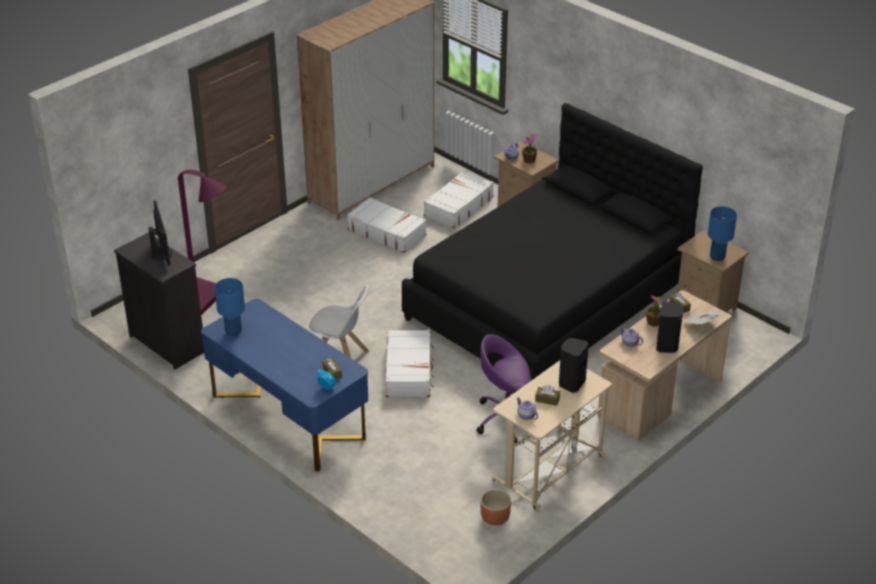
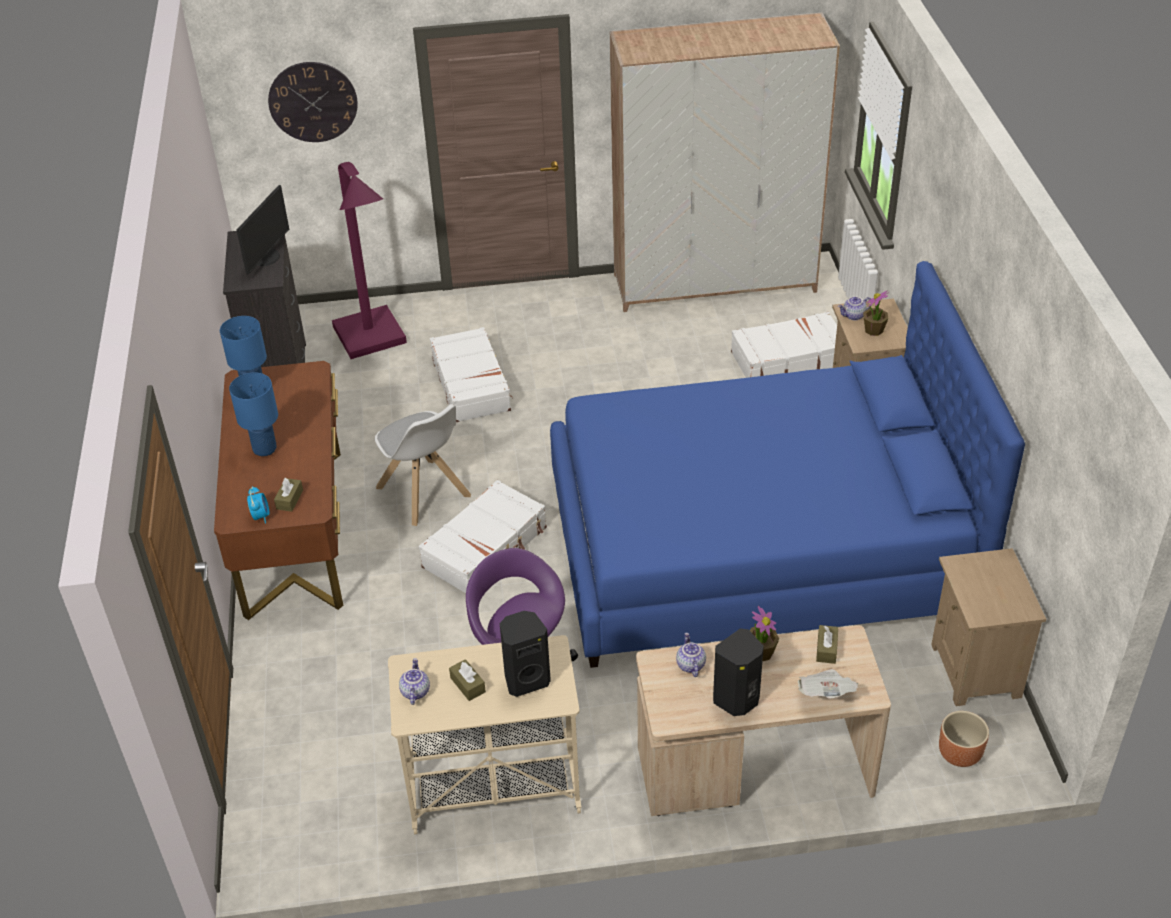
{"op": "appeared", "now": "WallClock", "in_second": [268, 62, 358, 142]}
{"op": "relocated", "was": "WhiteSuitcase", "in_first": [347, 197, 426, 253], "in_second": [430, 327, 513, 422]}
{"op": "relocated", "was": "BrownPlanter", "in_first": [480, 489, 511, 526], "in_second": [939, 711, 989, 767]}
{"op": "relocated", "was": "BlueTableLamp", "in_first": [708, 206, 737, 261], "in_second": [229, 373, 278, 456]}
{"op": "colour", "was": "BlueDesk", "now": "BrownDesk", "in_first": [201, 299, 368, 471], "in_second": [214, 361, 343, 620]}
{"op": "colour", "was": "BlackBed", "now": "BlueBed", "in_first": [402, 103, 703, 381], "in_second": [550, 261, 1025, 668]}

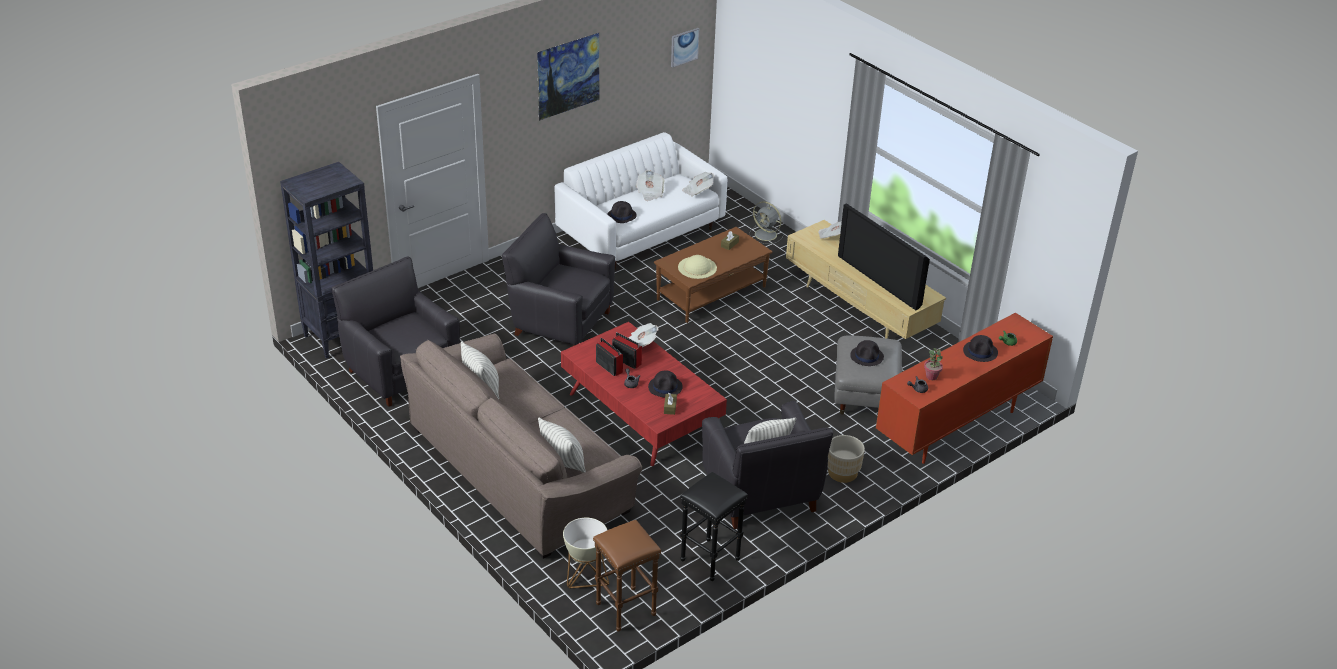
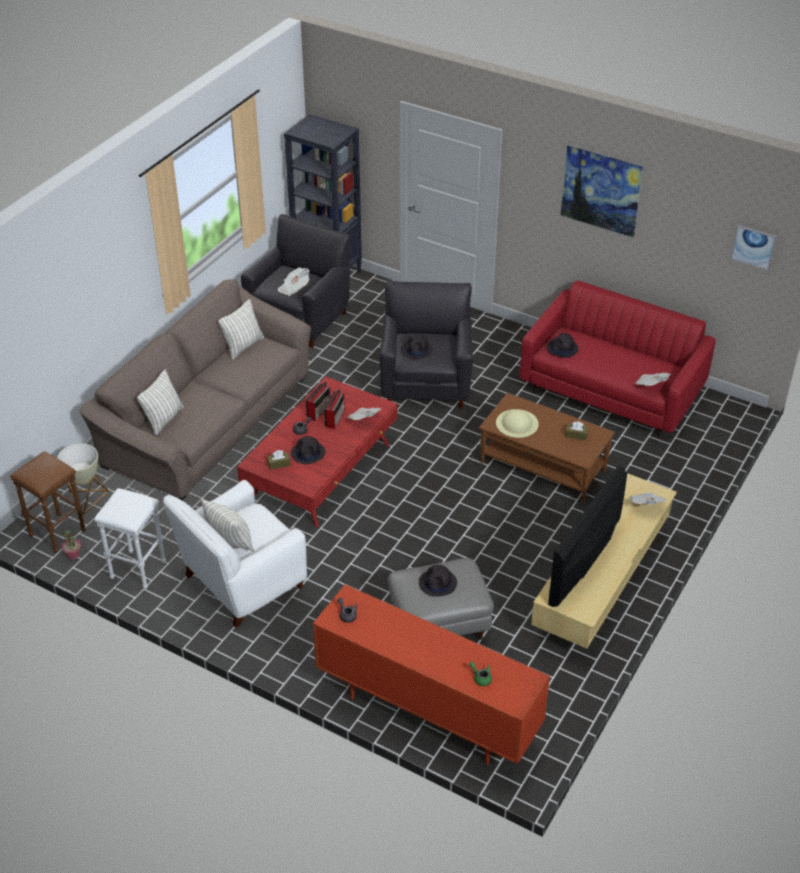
{"op": "missing", "was": "GreyFan", "in_first": [749, 201, 783, 244]}
{"op": "missing", "was": "BeigePlanter", "in_first": [828, 435, 865, 483]}
{"op": "relocated", "was": "Newspaper", "in_first": [636, 170, 665, 201], "in_second": [278, 267, 310, 296]}
{"op": "relocated", "was": "PottedPlant", "in_first": [924, 348, 943, 380], "in_second": [61, 529, 81, 560]}
{"op": "relocated", "was": "BlackHat", "in_first": [963, 335, 998, 362], "in_second": [401, 334, 433, 359]}
{"op": "colour", "was": "WhiteSofa", "now": "RedSofa", "in_first": [555, 132, 727, 270], "in_second": [520, 280, 716, 437]}
{"op": "colour", "was": "BlackStool", "now": "WhiteStool", "in_first": [680, 472, 748, 581], "in_second": [94, 488, 166, 589]}
{"op": "colour", "was": "BlackArmchair", "now": "WhiteArmchair", "in_first": [702, 401, 833, 529], "in_second": [163, 480, 307, 628]}

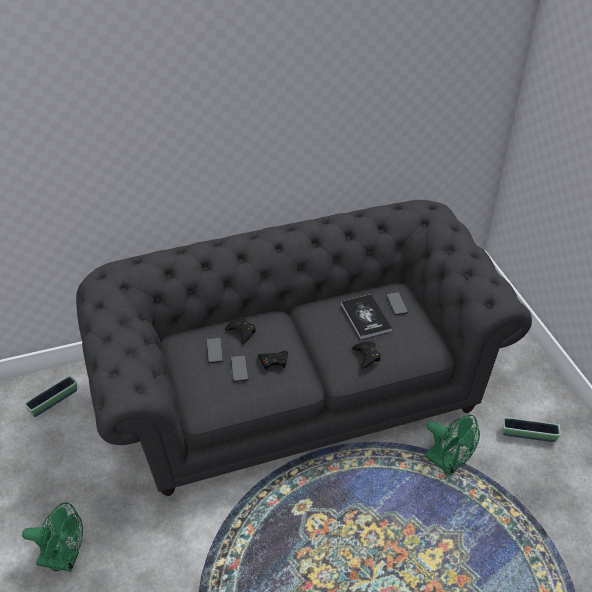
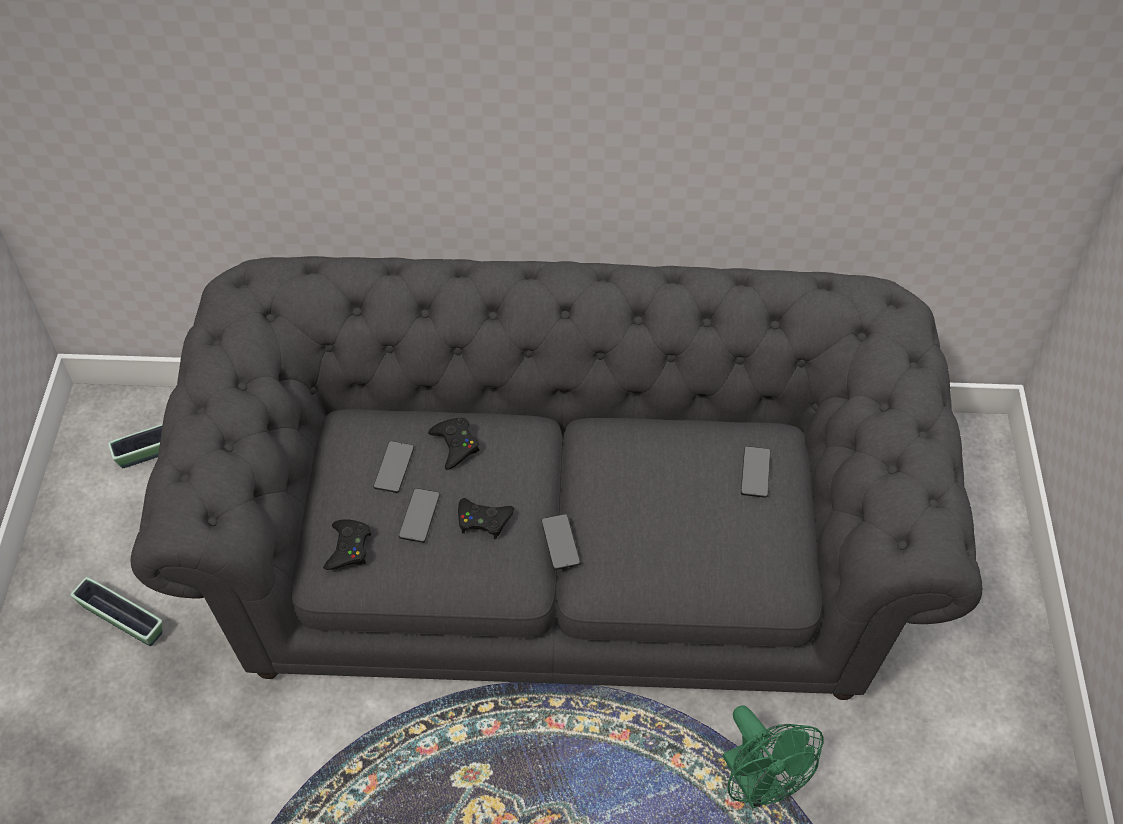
{"op": "missing", "was": "GreenFan", "in_first": [22, 502, 83, 572]}
{"op": "missing", "was": "Book", "in_first": [341, 294, 392, 339]}
{"op": "appeared", "now": "Phone", "in_second": [541, 514, 580, 570]}
{"op": "relocated", "was": "BlackGameController", "in_first": [352, 341, 381, 369], "in_second": [323, 519, 371, 570]}
{"op": "relocated", "was": "Planter", "in_first": [503, 417, 561, 442], "in_second": [70, 577, 163, 646]}

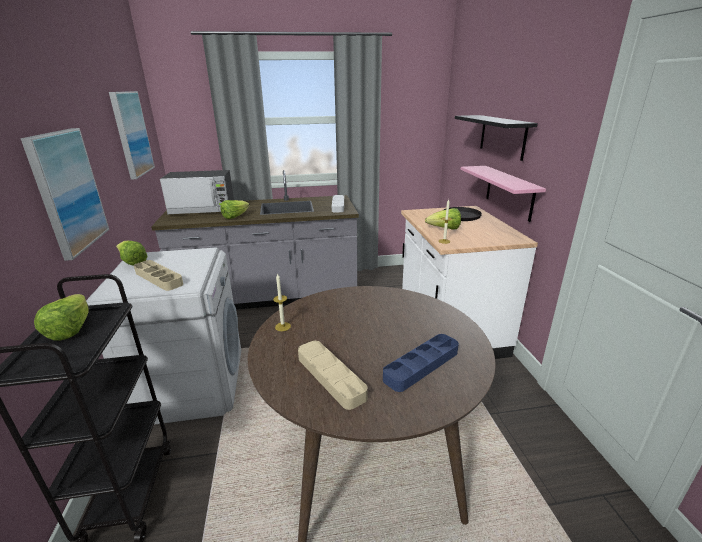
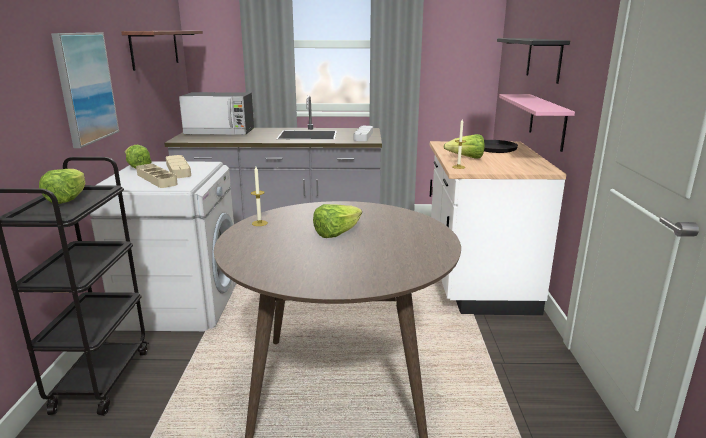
{"op": "missing", "was": "BlueTray", "in_first": [383, 334, 459, 392]}
{"op": "relocated", "was": "Lettuce", "in_first": [220, 200, 249, 219], "in_second": [313, 204, 362, 238]}
{"op": "relocated", "was": "BeigeTray", "in_first": [298, 341, 368, 410], "in_second": [166, 155, 191, 178]}
{"op": "exchanged", "was": "Picture", "now": "Shelf", "in_first": [109, 91, 155, 180], "in_second": [121, 31, 203, 71]}

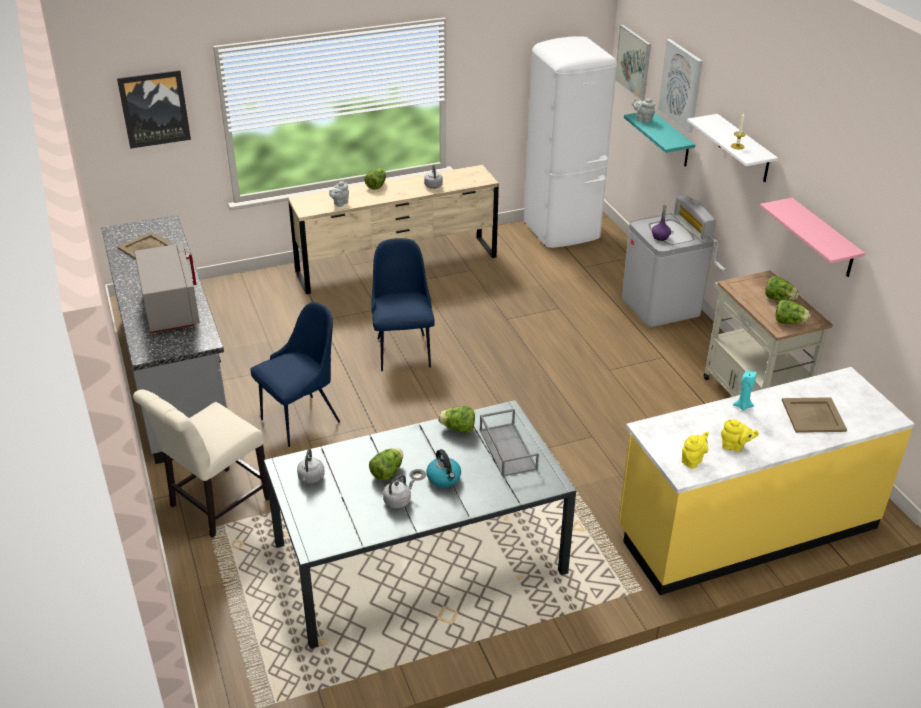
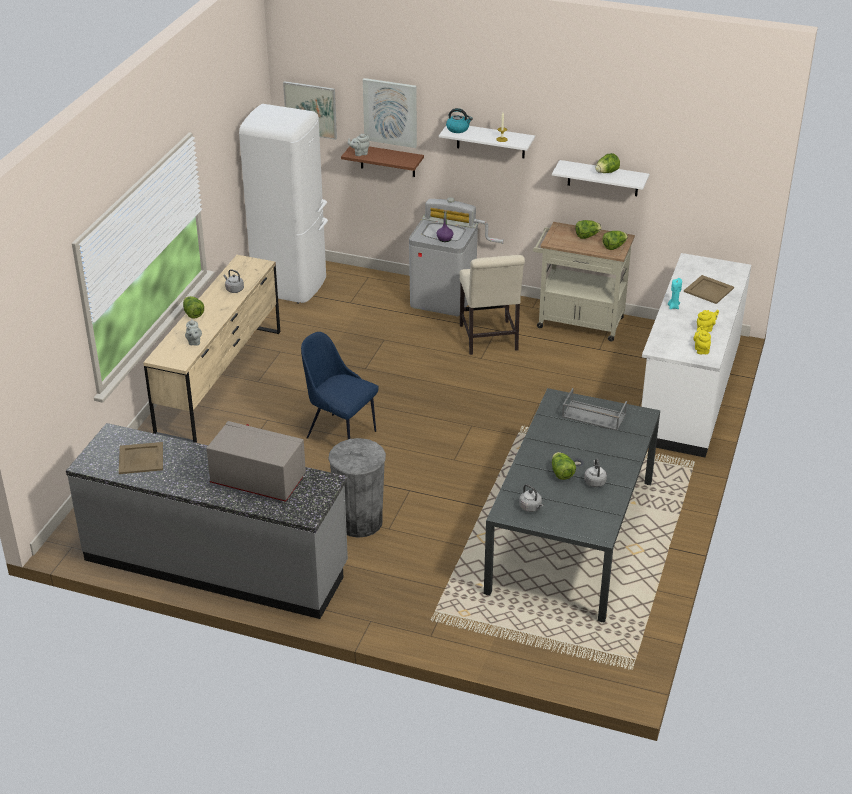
{"op": "missing", "was": "Picture", "in_first": [117, 70, 191, 149]}
{"op": "relocated", "was": "BeigeChair", "in_first": [133, 389, 269, 538], "in_second": [460, 255, 525, 355]}
{"op": "relocated", "was": "Kettle", "in_first": [426, 449, 461, 487], "in_second": [446, 108, 473, 133]}
{"op": "relocated", "was": "Lettuce", "in_first": [438, 406, 475, 433], "in_second": [595, 153, 620, 173]}
{"op": "exchanged", "was": "BlueChair", "now": "GreyTrashCan", "in_first": [250, 302, 340, 447], "in_second": [328, 438, 386, 538]}
{"op": "colour", "was": "YellowCounter", "now": "WhiteCounter", "in_first": [618, 367, 915, 595], "in_second": [641, 253, 751, 457]}
{"op": "colour", "was": "TurquoiseShelf", "now": "BrownShelf", "in_first": [624, 113, 696, 166], "in_second": [341, 146, 424, 177]}
{"op": "colour", "was": "PinkShelf", "now": "WhiteShelf", "in_first": [760, 198, 865, 277], "in_second": [552, 160, 649, 196]}

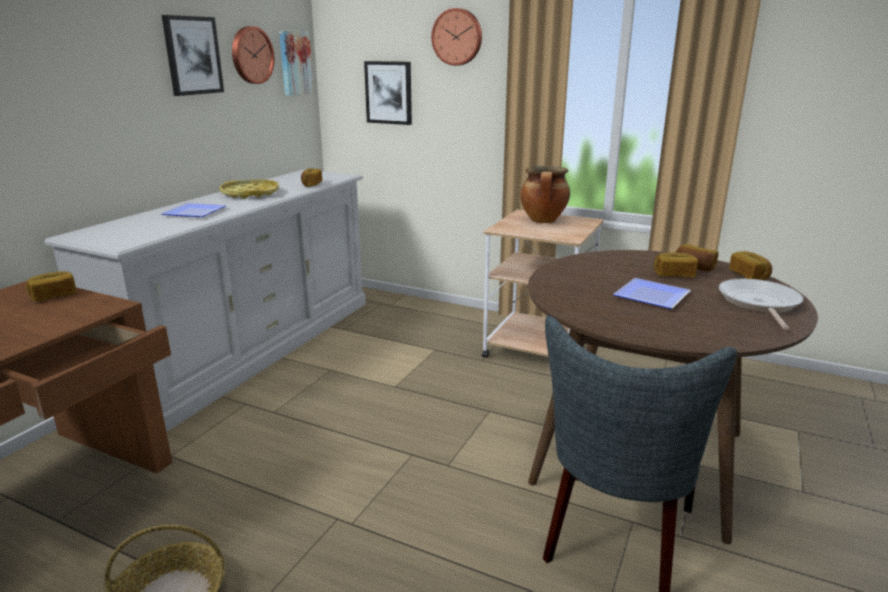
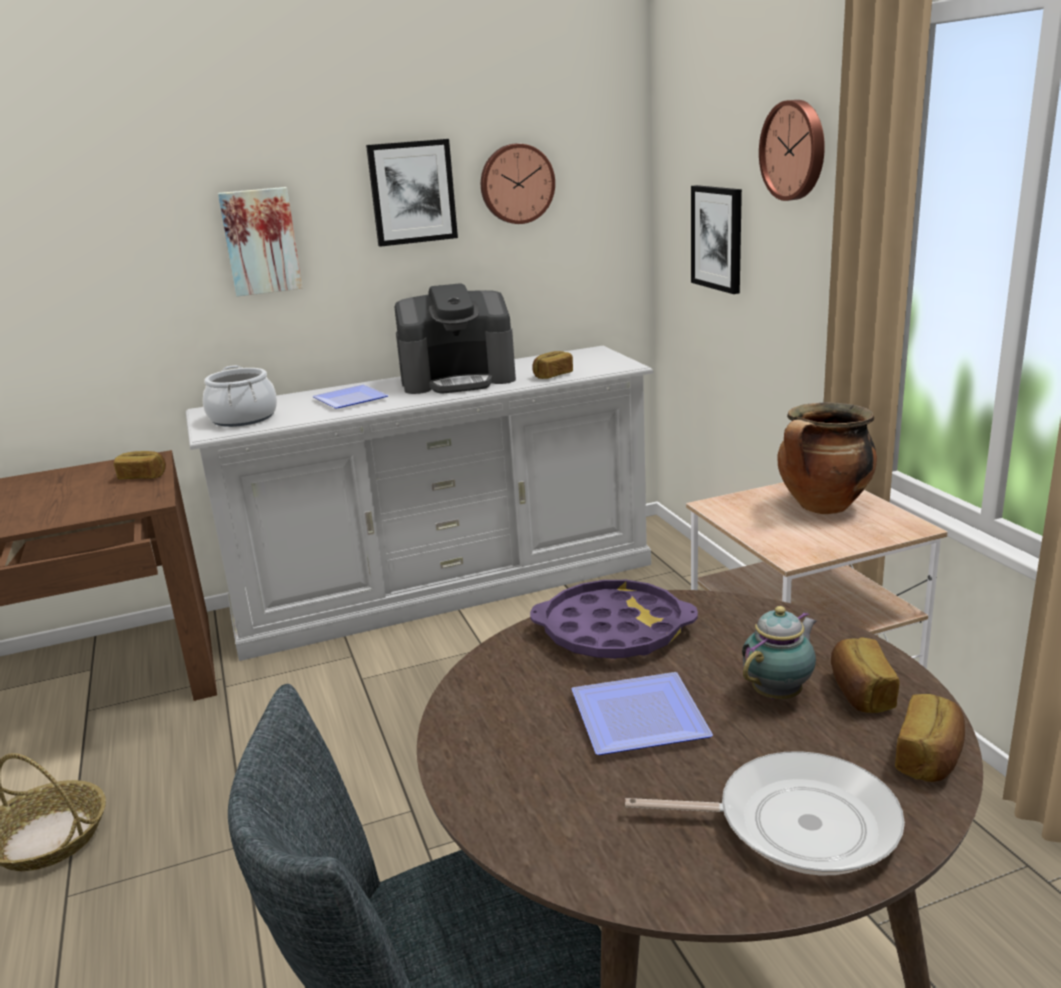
{"op": "appeared", "now": "CookingPot", "in_second": [203, 365, 277, 427]}
{"op": "appeared", "now": "PurpleTray", "in_second": [530, 580, 698, 659]}
{"op": "relocated", "was": "Picture", "in_first": [279, 31, 314, 96], "in_second": [218, 187, 302, 296]}
{"op": "exchanged", "was": "YellowTray", "now": "CoffeeMachine", "in_first": [220, 179, 279, 199], "in_second": [394, 283, 516, 394]}
{"op": "exchanged", "was": "Bread", "now": "Teapot", "in_first": [654, 253, 698, 277], "in_second": [742, 606, 816, 699]}
{"op": "spun", "was": "FryingPan", "in_first": [719, 279, 803, 330], "in_second": [625, 751, 905, 875], "clockwise": 45}

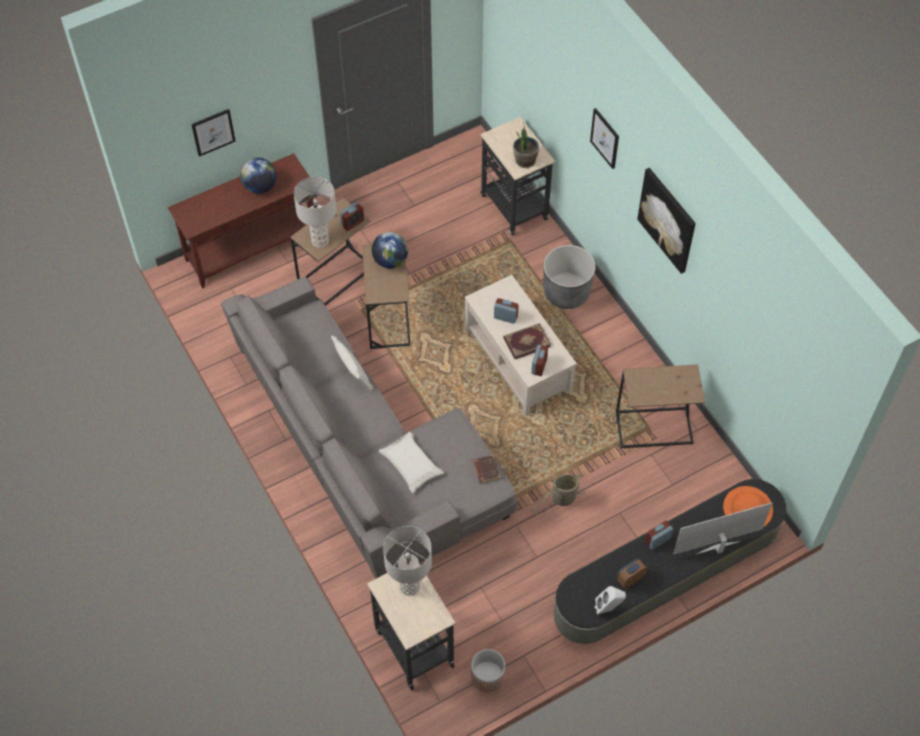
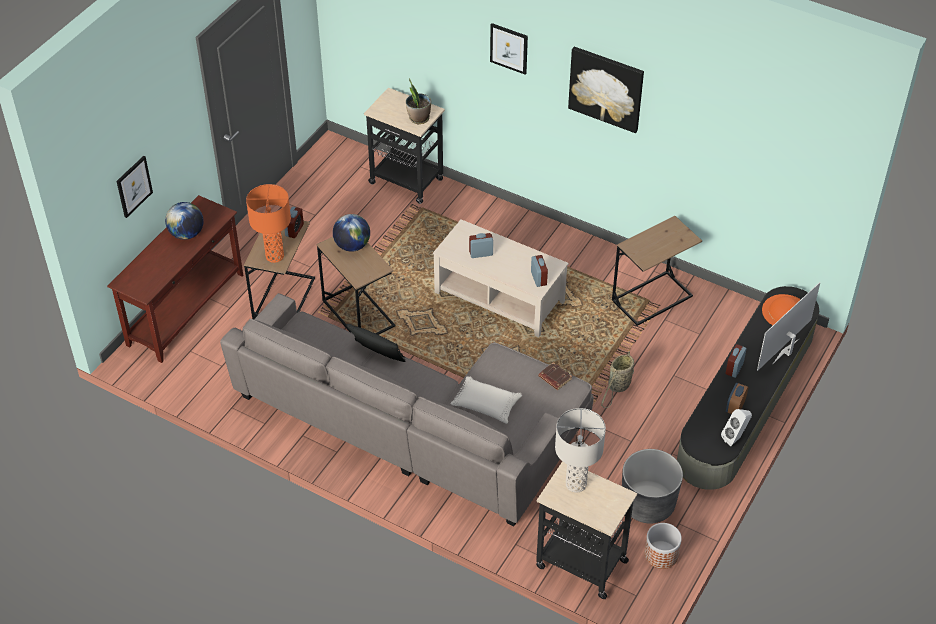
{"op": "missing", "was": "Book", "in_first": [503, 323, 551, 359]}
{"op": "relocated", "was": "GreyPlanter", "in_first": [543, 245, 596, 309], "in_second": [622, 449, 683, 523]}
{"op": "colour", "was": "WhiteTableLamp", "now": "OrangeTableLamp", "in_first": [294, 177, 336, 248], "in_second": [246, 184, 291, 263]}
{"op": "colour", "was": "WhitePillow", "now": "BlackPillow", "in_first": [331, 336, 373, 391], "in_second": [346, 324, 405, 362]}

